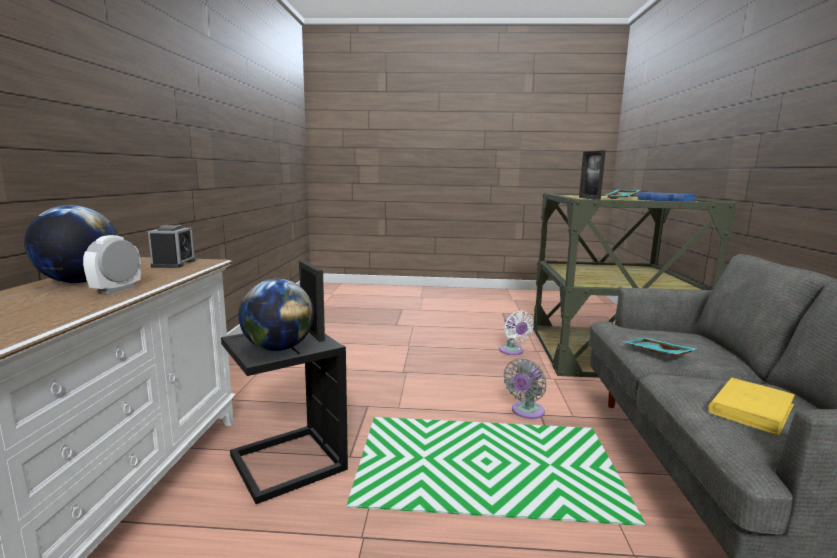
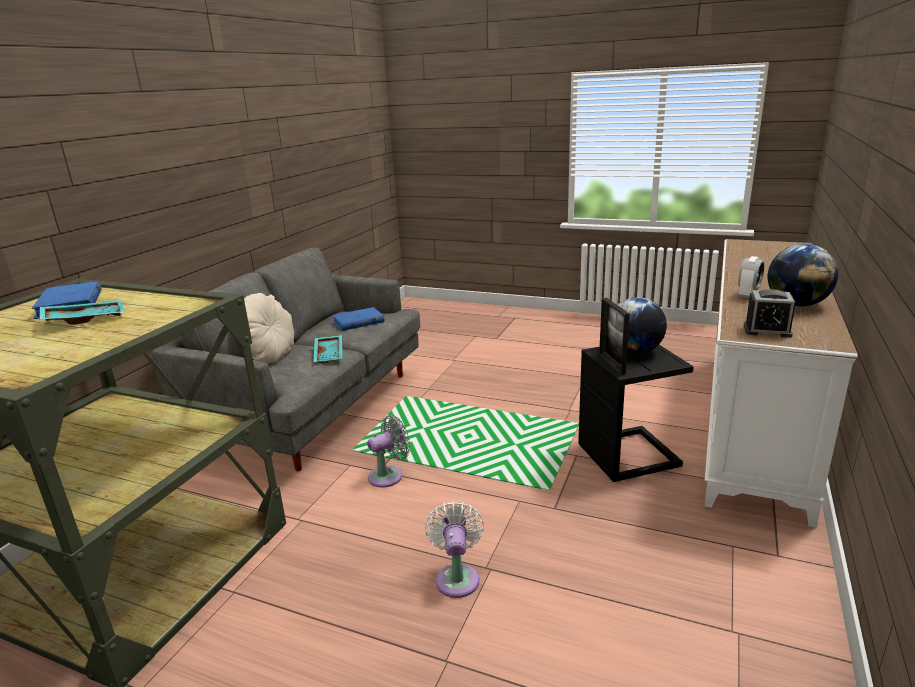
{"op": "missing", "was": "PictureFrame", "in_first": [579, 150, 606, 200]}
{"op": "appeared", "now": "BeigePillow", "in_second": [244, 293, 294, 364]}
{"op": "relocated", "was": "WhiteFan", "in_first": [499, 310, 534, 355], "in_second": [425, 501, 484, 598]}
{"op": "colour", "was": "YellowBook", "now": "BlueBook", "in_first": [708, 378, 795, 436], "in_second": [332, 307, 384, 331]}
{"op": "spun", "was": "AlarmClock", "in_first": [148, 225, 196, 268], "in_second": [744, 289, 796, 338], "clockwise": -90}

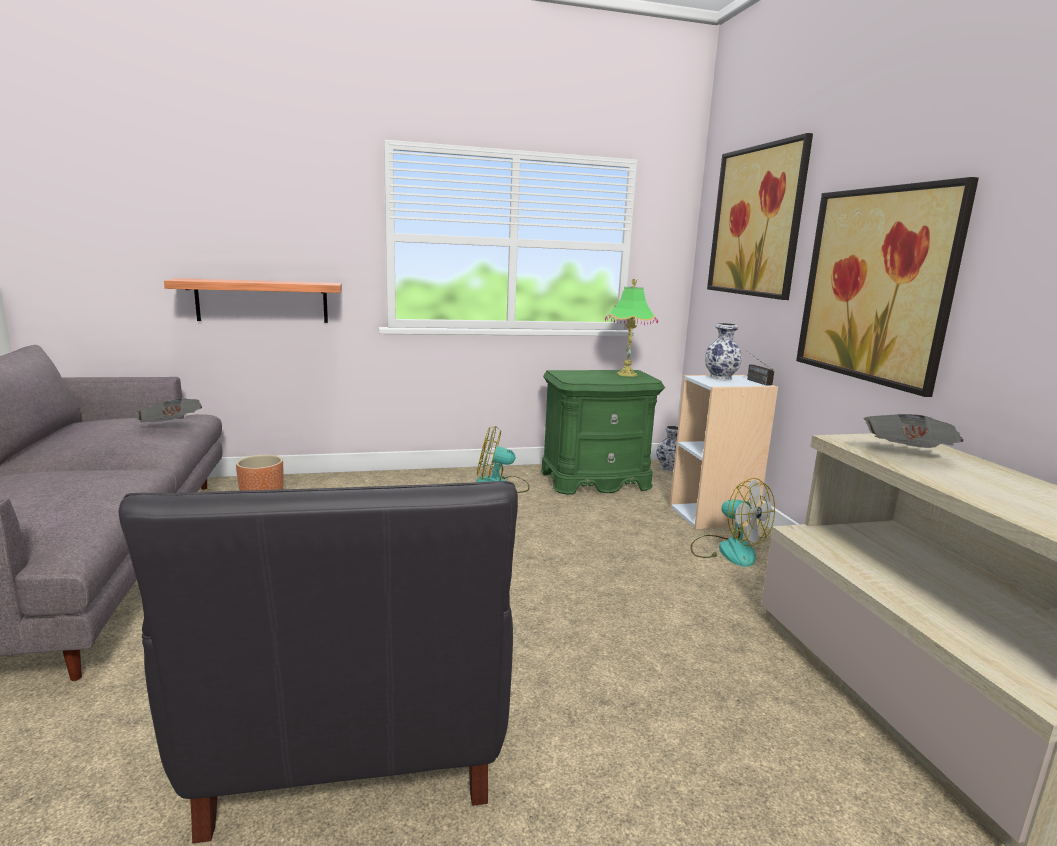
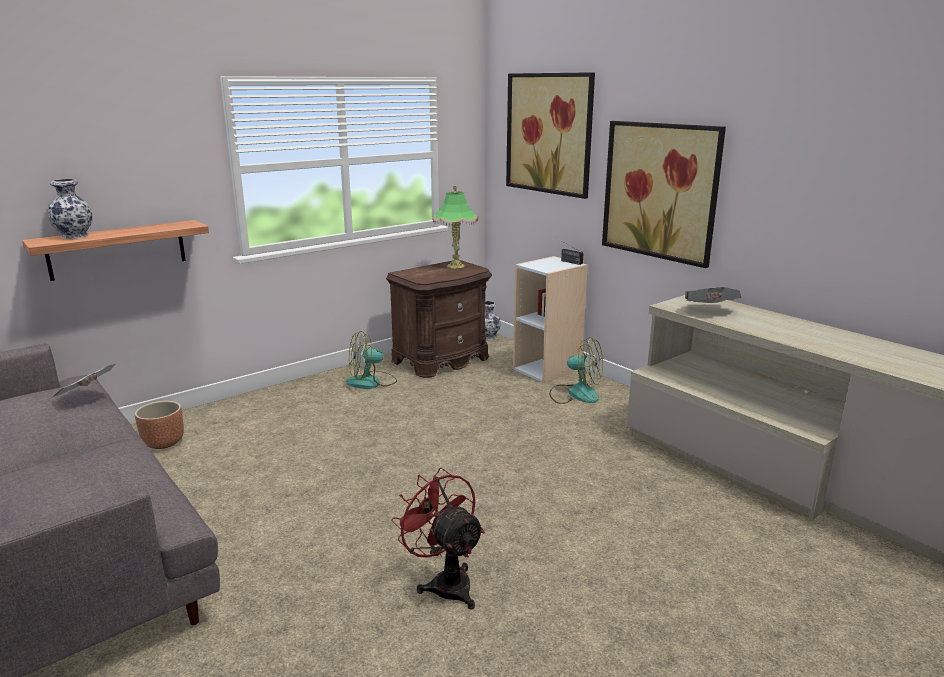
{"op": "relocated", "was": "Vase", "in_first": [705, 323, 742, 381], "in_second": [48, 179, 93, 239]}
{"op": "exchanged", "was": "BlackArmchair", "now": "RedFan", "in_first": [119, 481, 518, 843], "in_second": [391, 468, 485, 609]}
{"op": "colour", "was": "GreenNightstand", "now": "BrownNightstand", "in_first": [540, 370, 665, 495], "in_second": [386, 260, 492, 378]}

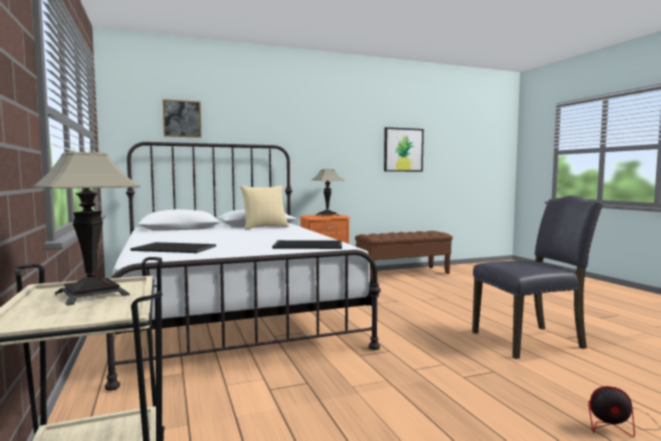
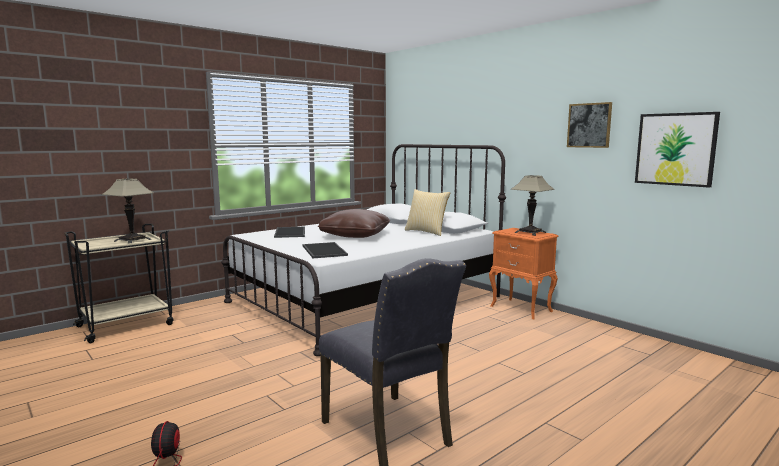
{"op": "missing", "was": "BrownBench", "in_first": [355, 231, 453, 280]}
{"op": "appeared", "now": "BrownPillow", "in_second": [318, 209, 390, 238]}
{"op": "relocated", "was": "Picture", "in_first": [163, 99, 202, 138], "in_second": [567, 102, 612, 148]}

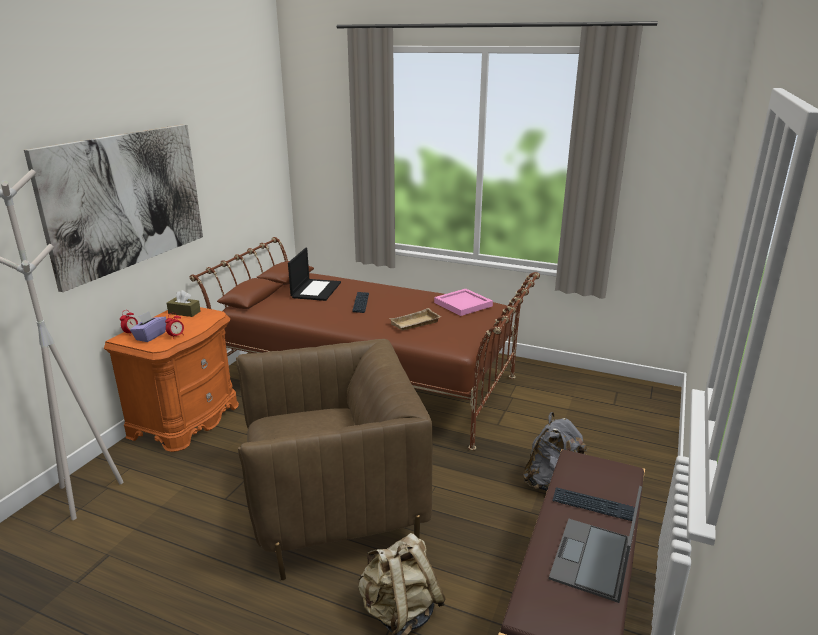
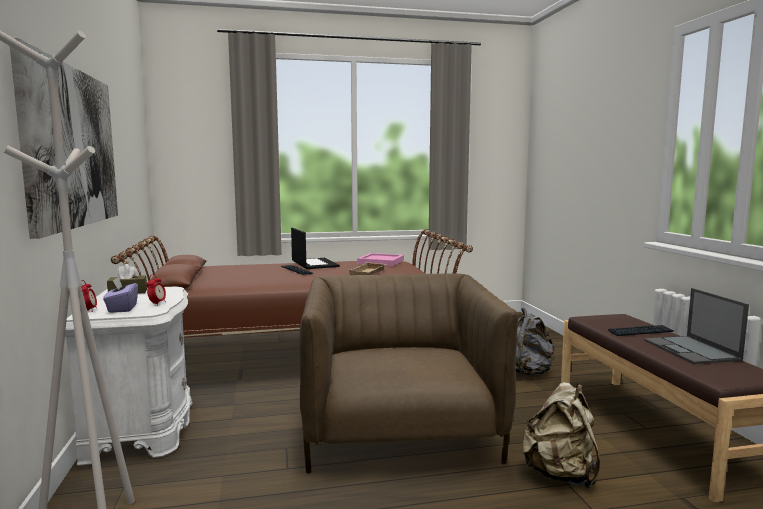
{"op": "relocated", "was": "Laptop", "in_first": [288, 248, 341, 301], "in_second": [291, 228, 340, 269]}
{"op": "colour", "was": "OrangeNightstand", "now": "WhiteNightstand", "in_first": [104, 307, 239, 452], "in_second": [65, 287, 192, 466]}
{"op": "spun", "was": "BrownArmchair", "in_first": [236, 339, 433, 580], "in_second": [300, 273, 518, 474], "clockwise": -45}

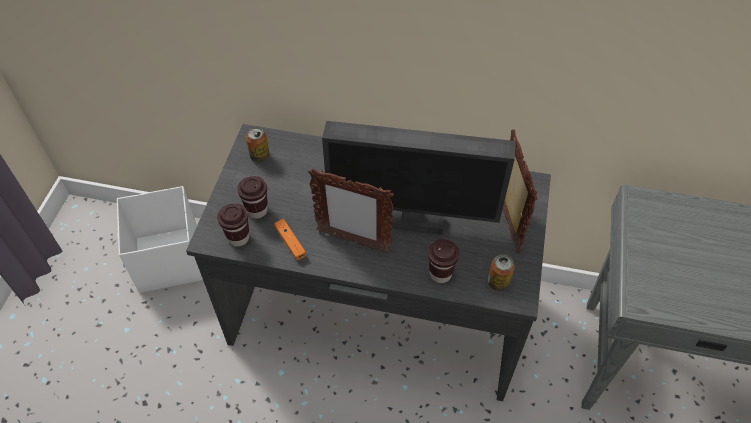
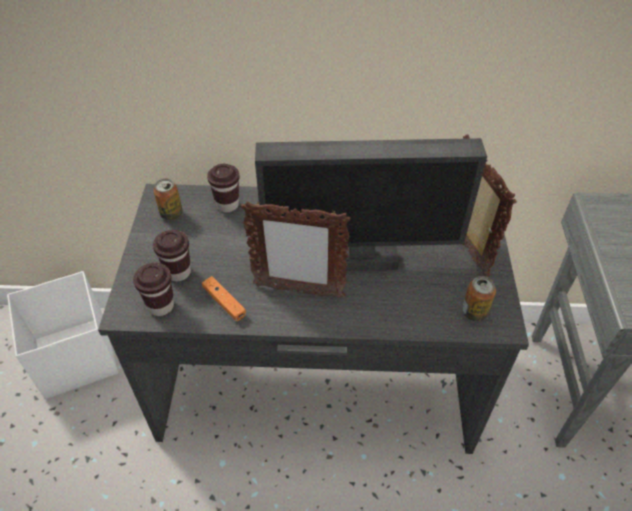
{"op": "relocated", "was": "BrownCup", "in_first": [428, 239, 460, 283], "in_second": [207, 164, 240, 212]}

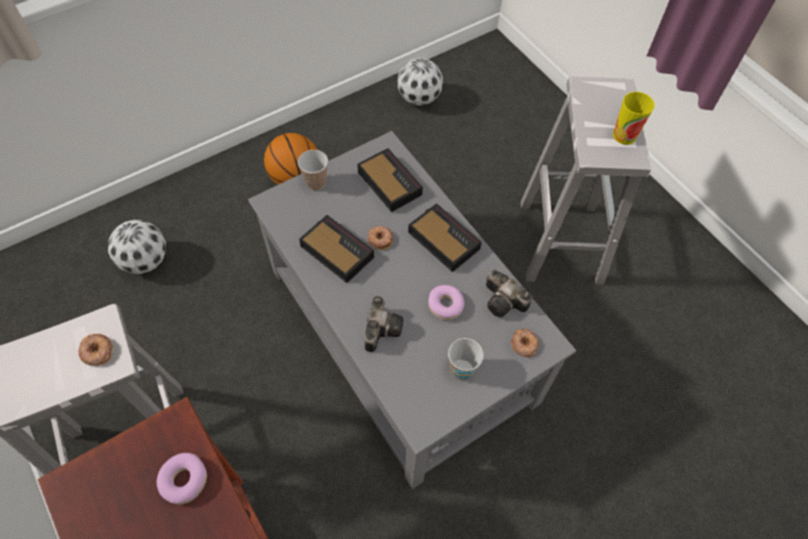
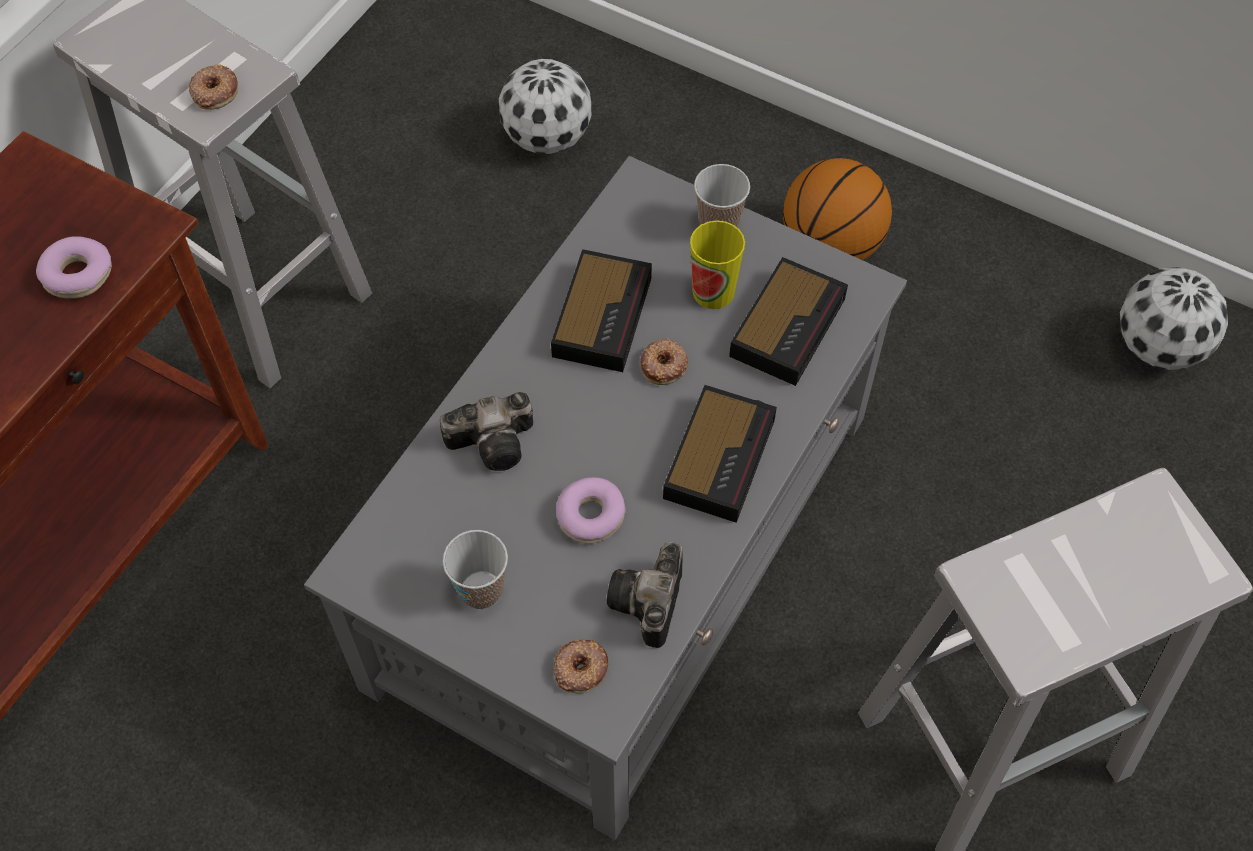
{"op": "relocated", "was": "Cup", "in_first": [613, 92, 655, 145], "in_second": [690, 220, 745, 309]}

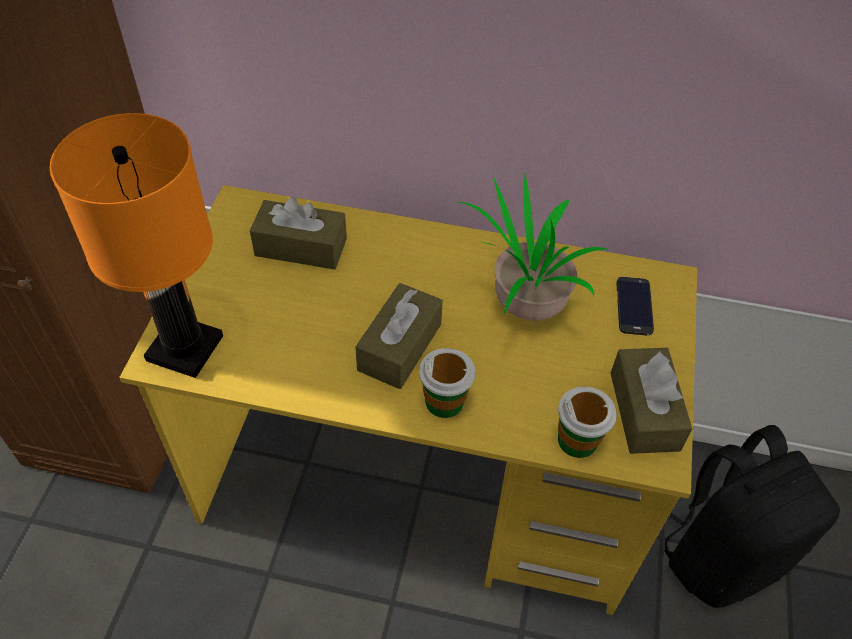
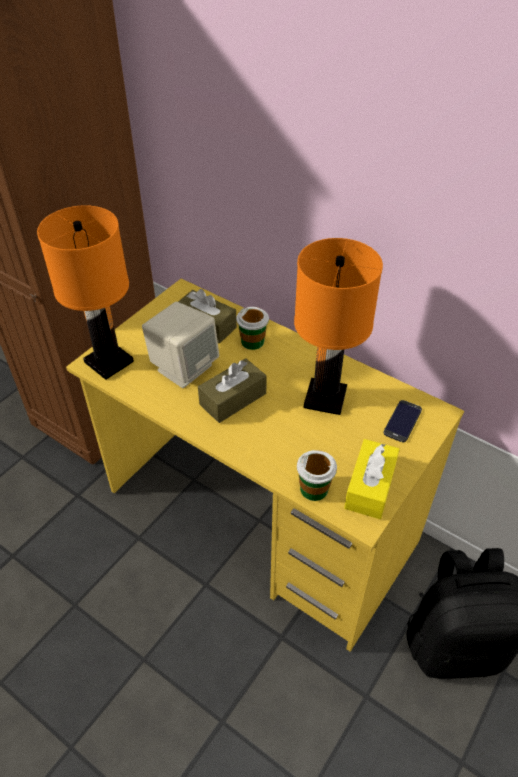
{"op": "appeared", "now": "BeigeSpeaker", "in_second": [142, 302, 219, 388]}
{"op": "relocated", "was": "Cup", "in_first": [419, 348, 476, 418], "in_second": [236, 307, 269, 350]}
{"op": "exchanged", "was": "PottedPlant", "now": "OrangeTableLamp", "in_first": [457, 174, 608, 321], "in_second": [294, 238, 383, 415]}
{"op": "colour", "was": "BrownTissueBox", "now": "YellowTissueBox", "in_first": [611, 348, 692, 454], "in_second": [344, 439, 400, 519]}

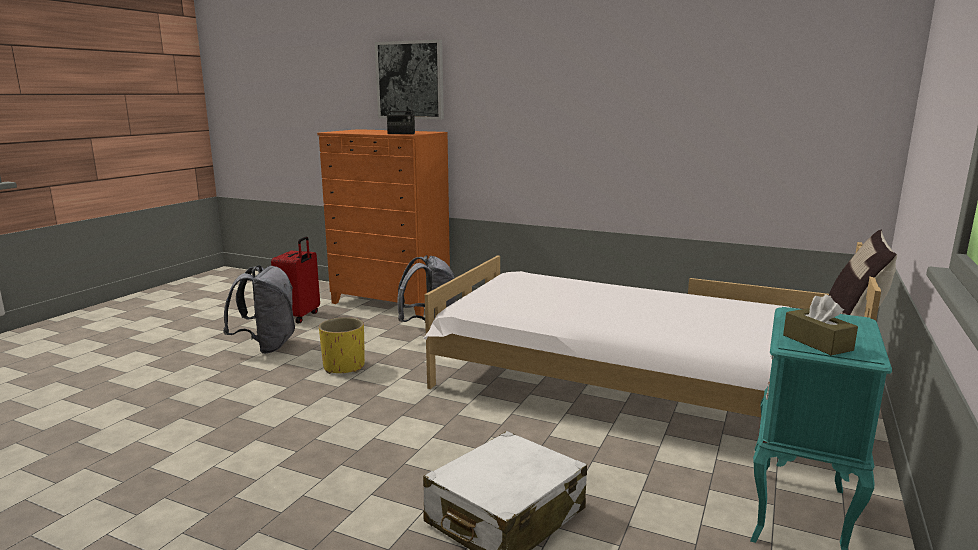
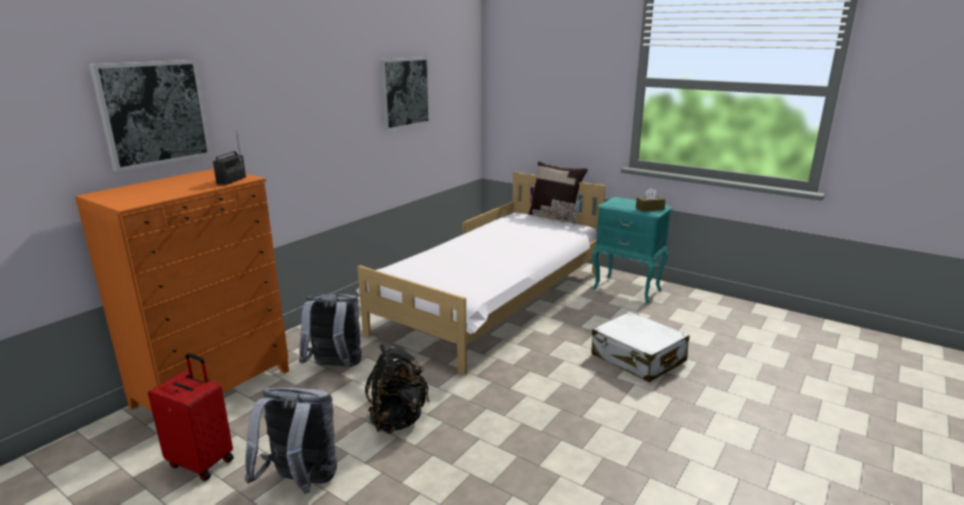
{"op": "appeared", "now": "Picture", "in_second": [379, 57, 430, 131]}
{"op": "exchanged", "was": "YellowPlanter", "now": "BlackBackpack", "in_first": [319, 317, 365, 374], "in_second": [365, 344, 429, 434]}

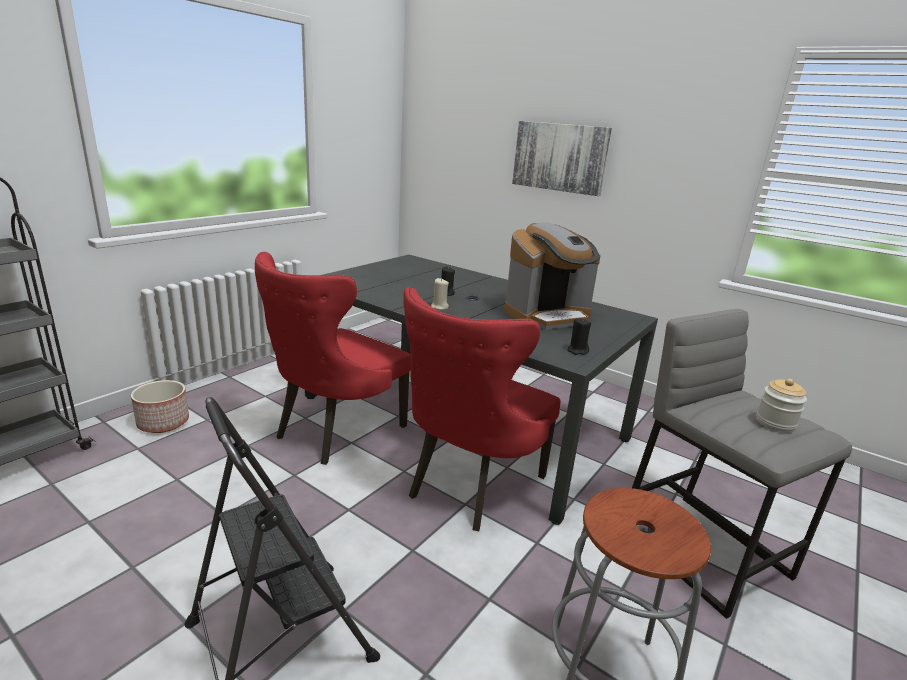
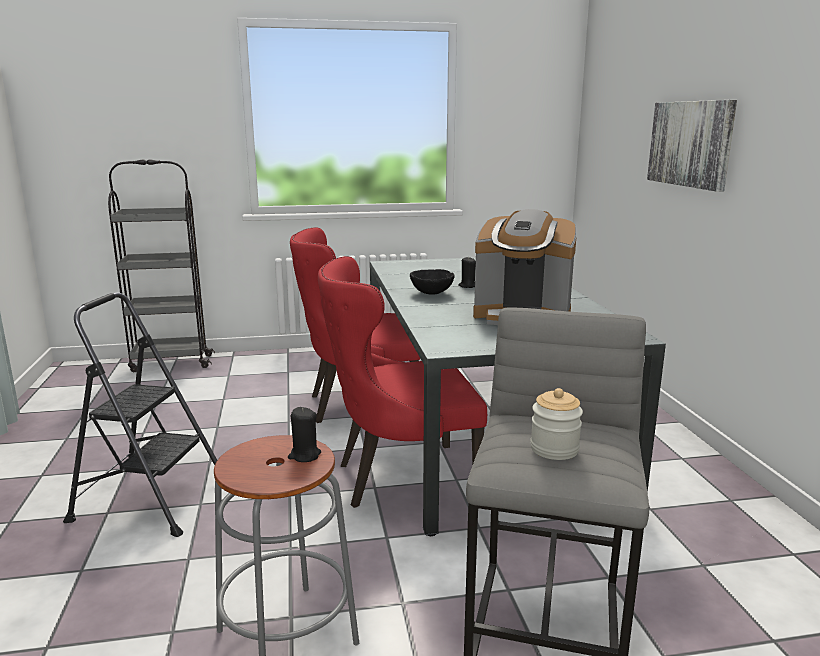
{"op": "missing", "was": "Planter", "in_first": [131, 380, 189, 433]}
{"op": "relocated", "was": "BlackCandle", "in_first": [567, 318, 591, 355], "in_second": [288, 407, 321, 462]}
{"op": "exchanged", "was": "BeigeCandle", "now": "BlackBowl", "in_first": [431, 278, 449, 310], "in_second": [410, 269, 455, 294]}

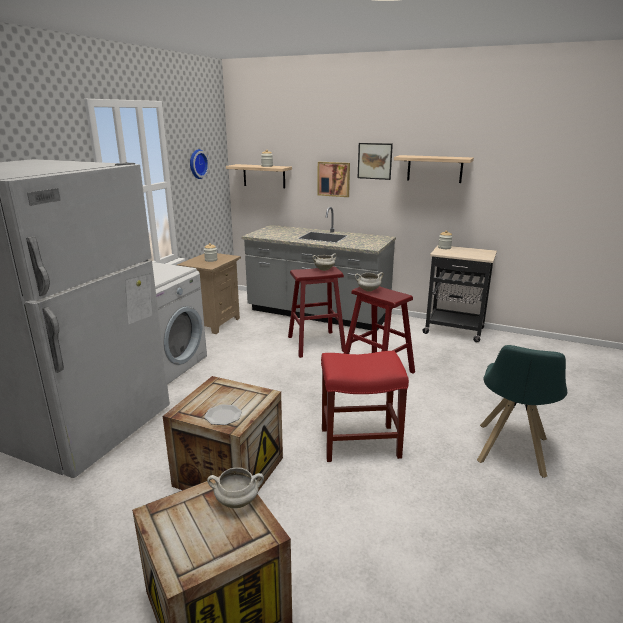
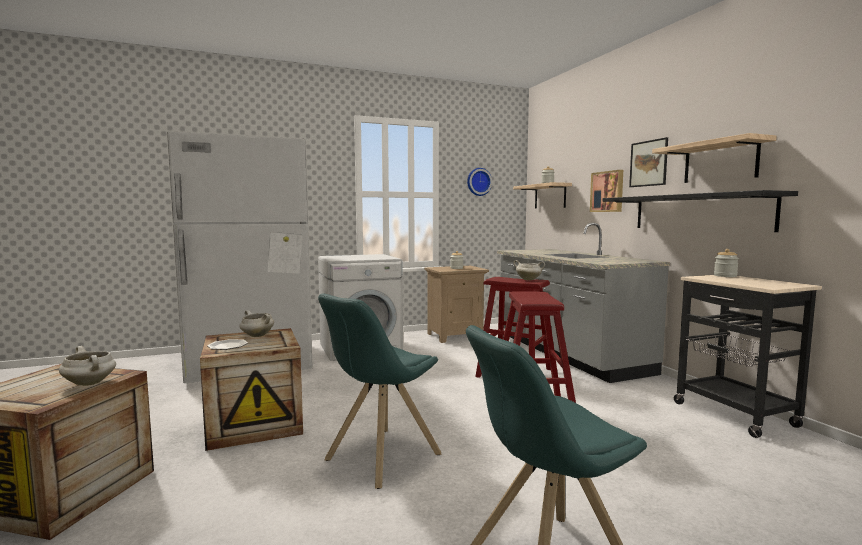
{"op": "appeared", "now": "BlackShelf", "in_second": [603, 190, 798, 232]}
{"op": "relocated", "was": "WhiteCookingPot", "in_first": [355, 272, 384, 292], "in_second": [239, 310, 274, 337]}
{"op": "exchanged", "was": "RedStool", "now": "TurquoiseChair", "in_first": [321, 351, 409, 462], "in_second": [318, 293, 442, 489]}

